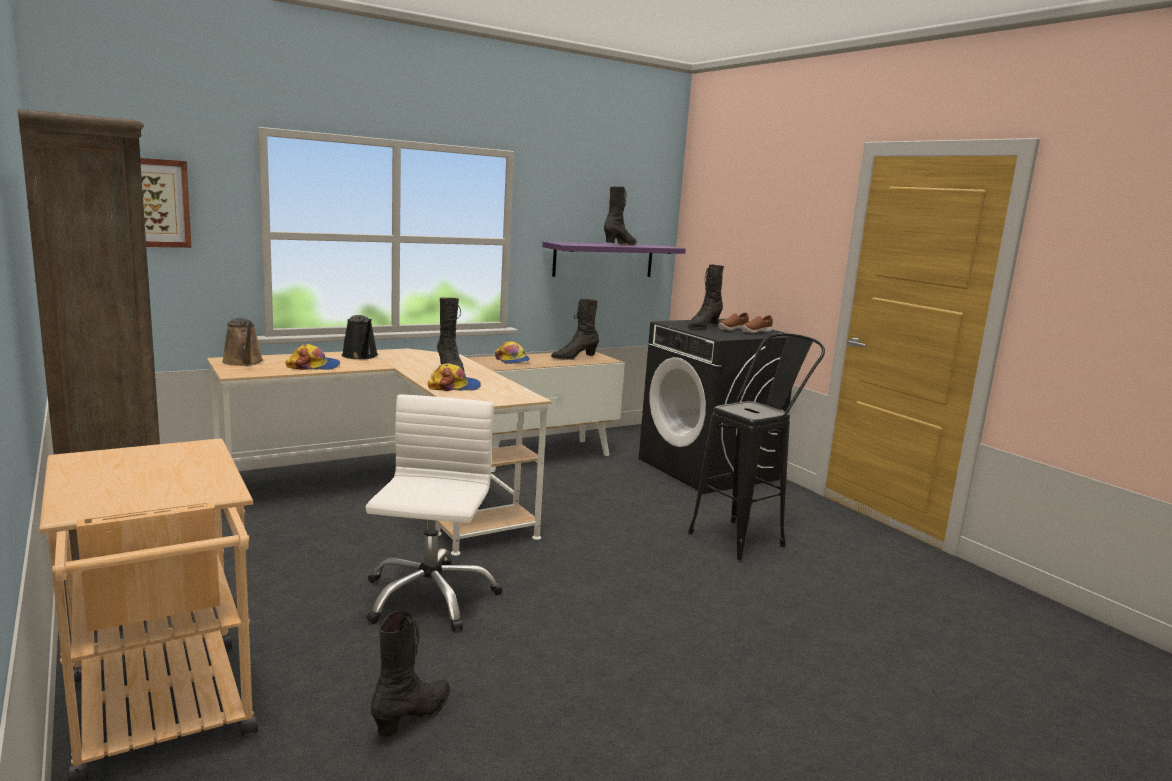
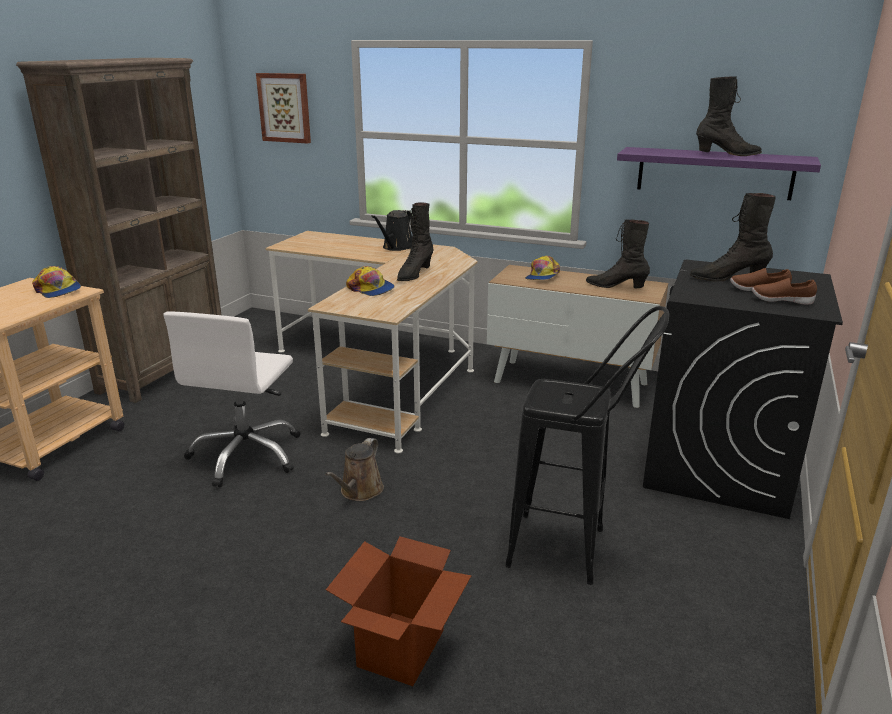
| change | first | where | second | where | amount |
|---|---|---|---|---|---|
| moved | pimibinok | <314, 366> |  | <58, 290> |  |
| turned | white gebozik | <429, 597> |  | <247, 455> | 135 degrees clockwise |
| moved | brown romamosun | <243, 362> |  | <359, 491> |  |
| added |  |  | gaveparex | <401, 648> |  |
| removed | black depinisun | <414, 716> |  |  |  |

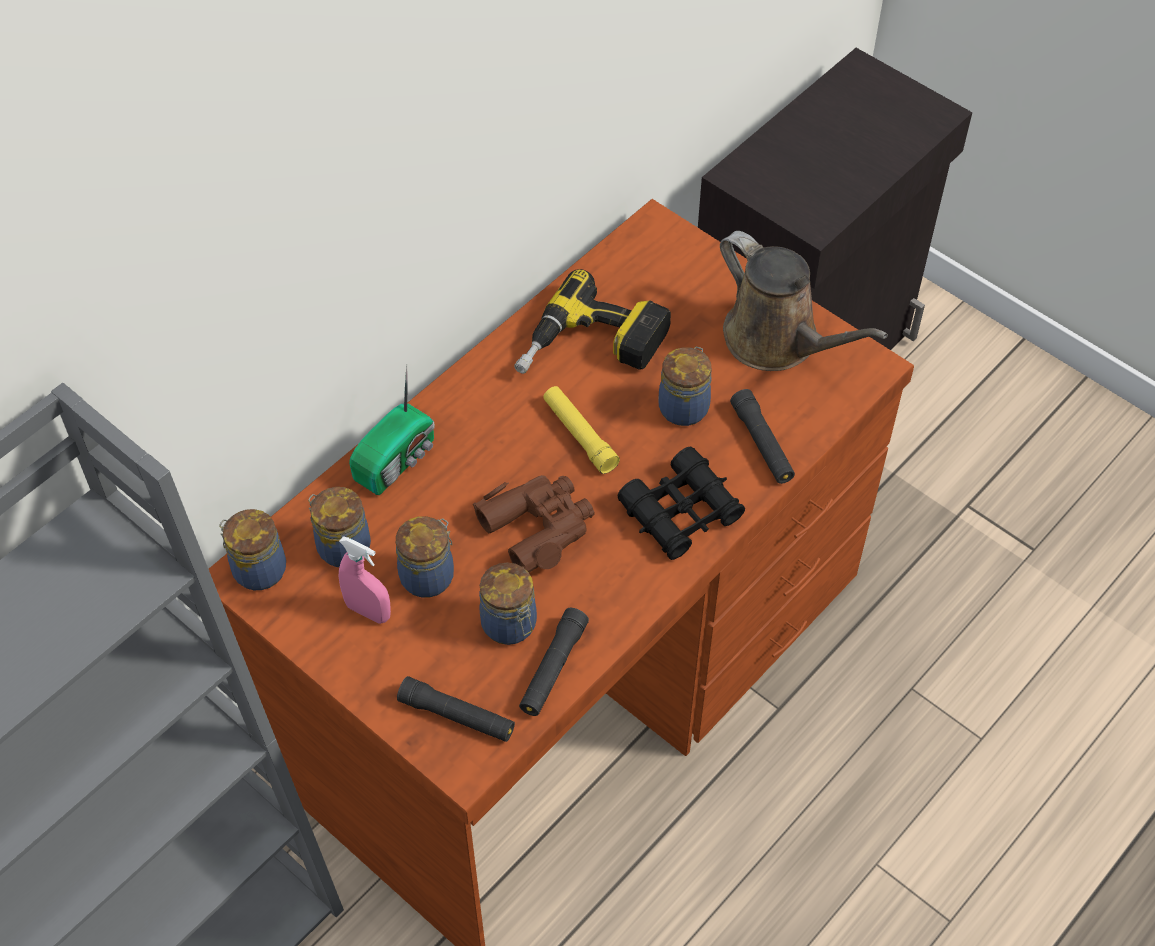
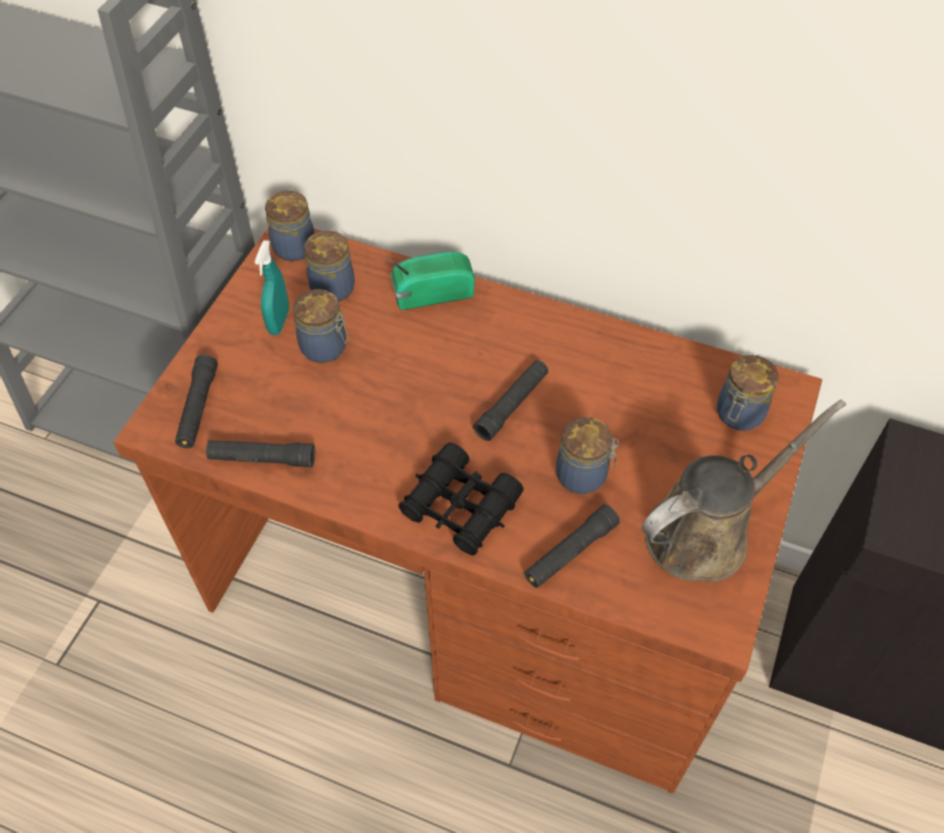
| change | first | where | second | where | amount |
|---|---|---|---|---|---|
| recoloured | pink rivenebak | <368, 611> | turquoise rivenebak | <279, 321> |  |
| turned | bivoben | <398, 459> |  | <430, 293> | 150 degrees clockwise |
| recoloured | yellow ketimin | <579, 435> | black ketimin | <512, 405> |  |
| turned | brown romamosun | <778, 341> |  | <706, 532> | 150 degrees counterclockwise |
| moved | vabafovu | <510, 626> |  | <738, 415> |  |
| removed | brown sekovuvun | <538, 526> |  |  |  |
| removed | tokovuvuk | <591, 349> |  |  |  |

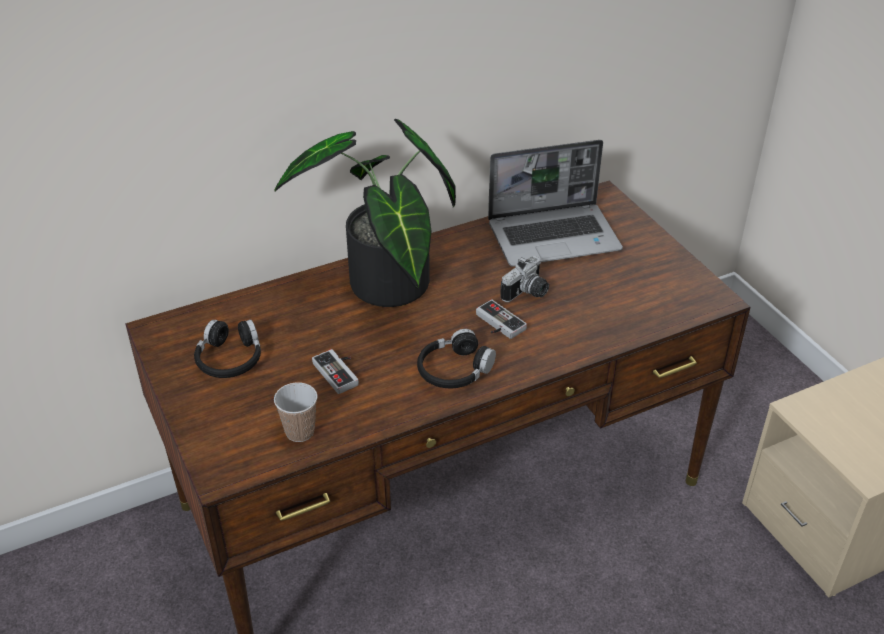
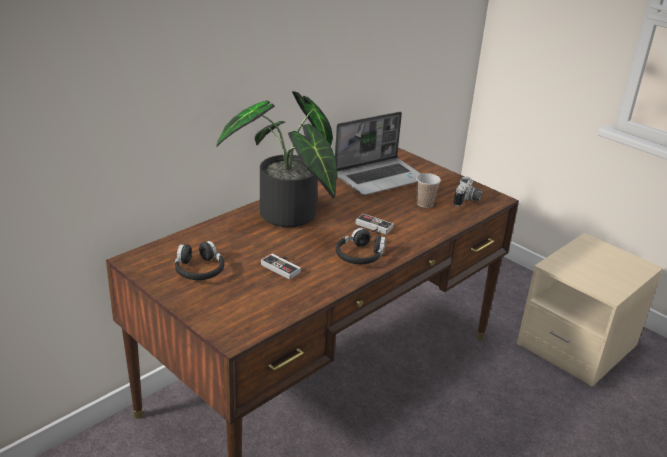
| change | first | where | second | where | amount |
|---|---|---|---|---|---|
| moved | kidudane | <300, 432> |  | <425, 203> |  |
| moved | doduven | <527, 293> |  | <468, 200> |  |

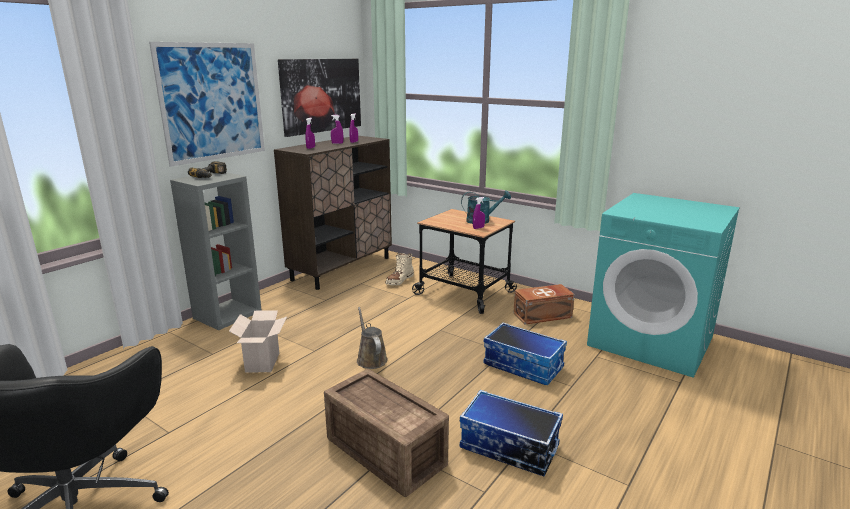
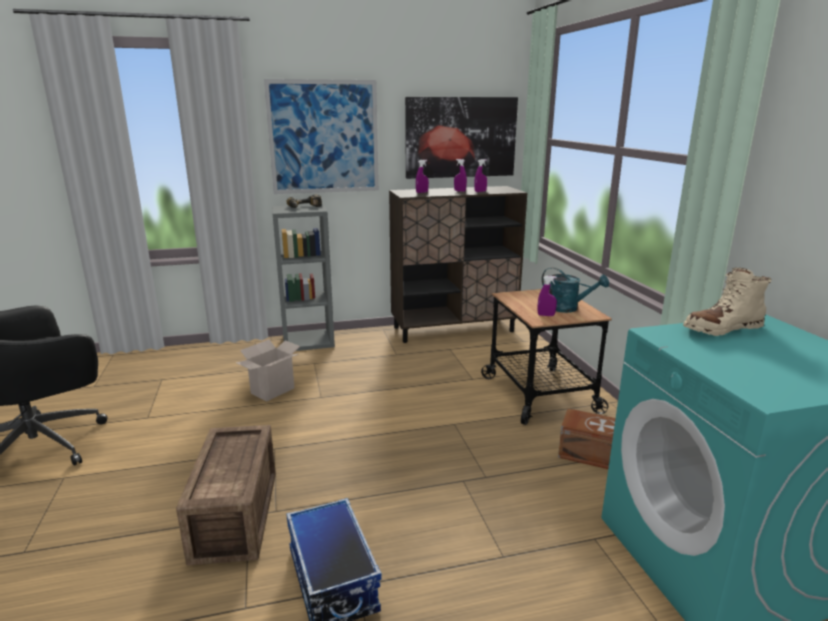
| change | first | where | second | where | amount |
|---|---|---|---|---|---|
| moved | beige depinisun | <399, 280> |  | <722, 329> |  |
| removed | brown romamosun | <371, 359> |  |  |  |
| removed | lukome | <524, 366> |  |  |  |

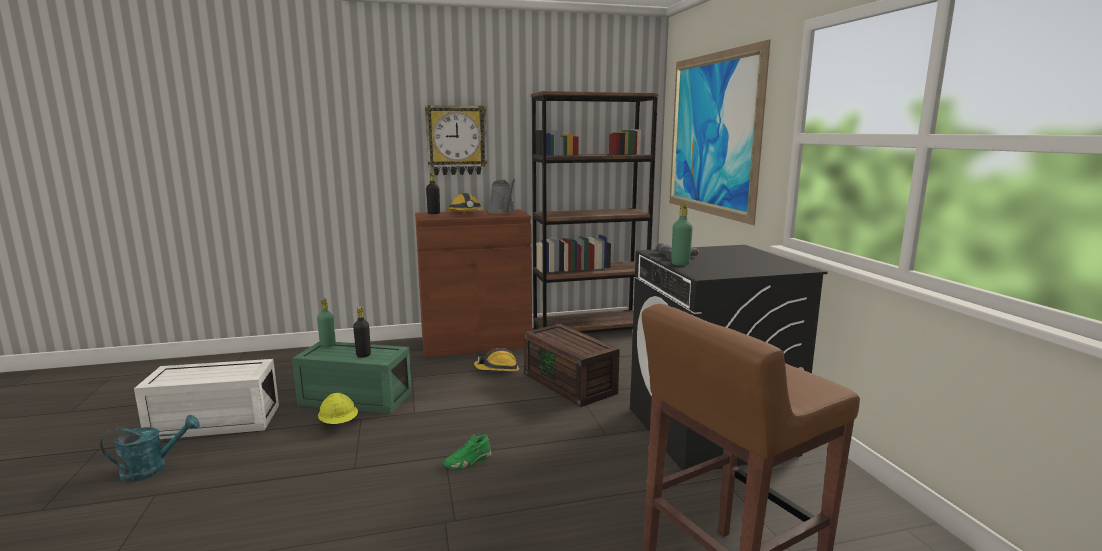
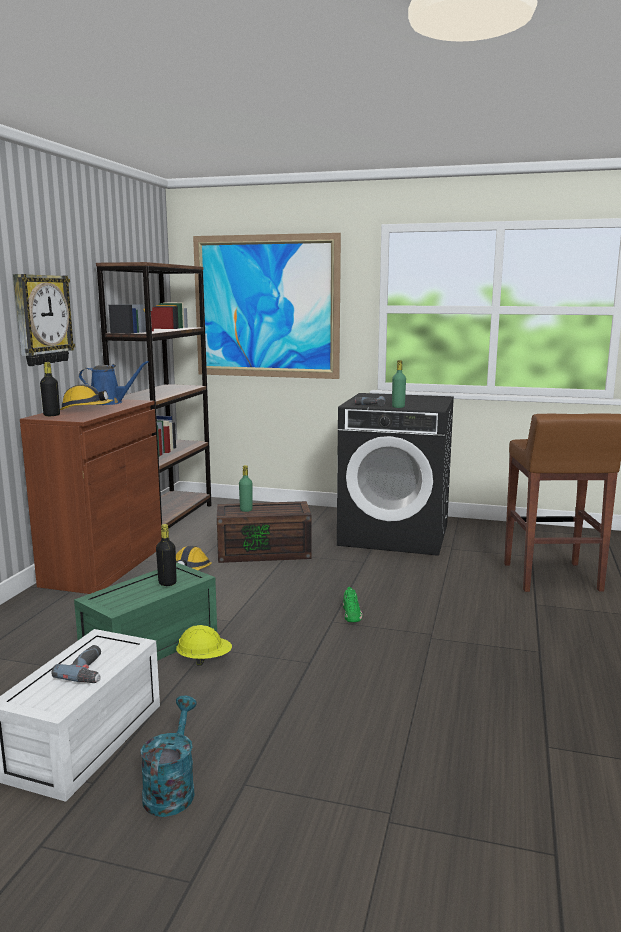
| change | first | where | second | where | amount |
|---|---|---|---|---|---|
| added |  |  | tokovuvuk | <89, 671> |  |
| recoloured | grey romamosun | <502, 212> | blue romamosun | <109, 402> |  |
| moved | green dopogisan | <328, 345> |  | <246, 510> |  |

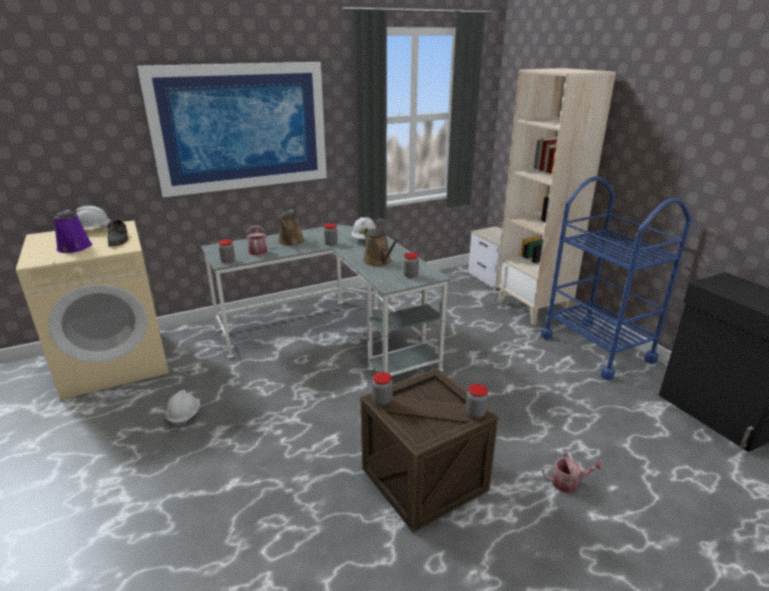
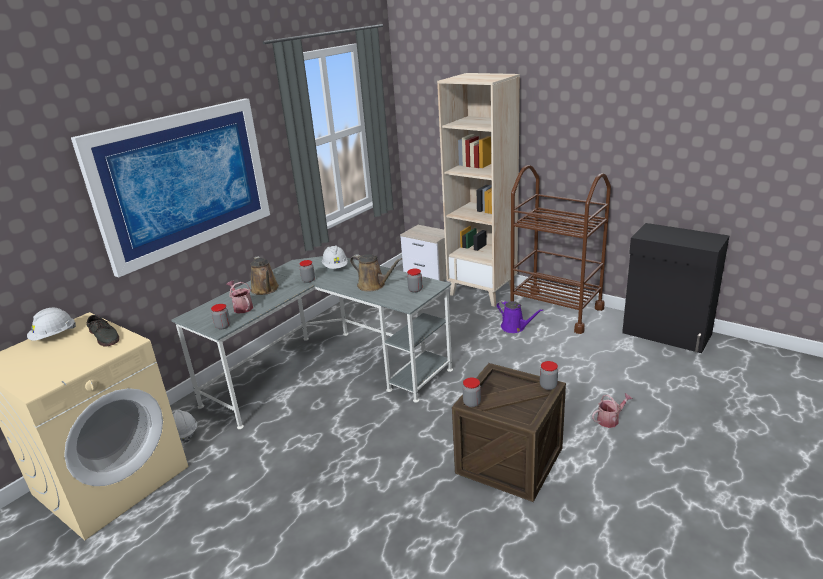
| change | first | where | second | where | amount |
|---|---|---|---|---|---|
| moved | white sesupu | <184, 416> |  | <183, 433> |  |
| moved | purple romamosun | <74, 248> |  | <515, 327> |  |
| recoloured | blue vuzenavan | <596, 348> | brown vuzenavan | <555, 311> |  |

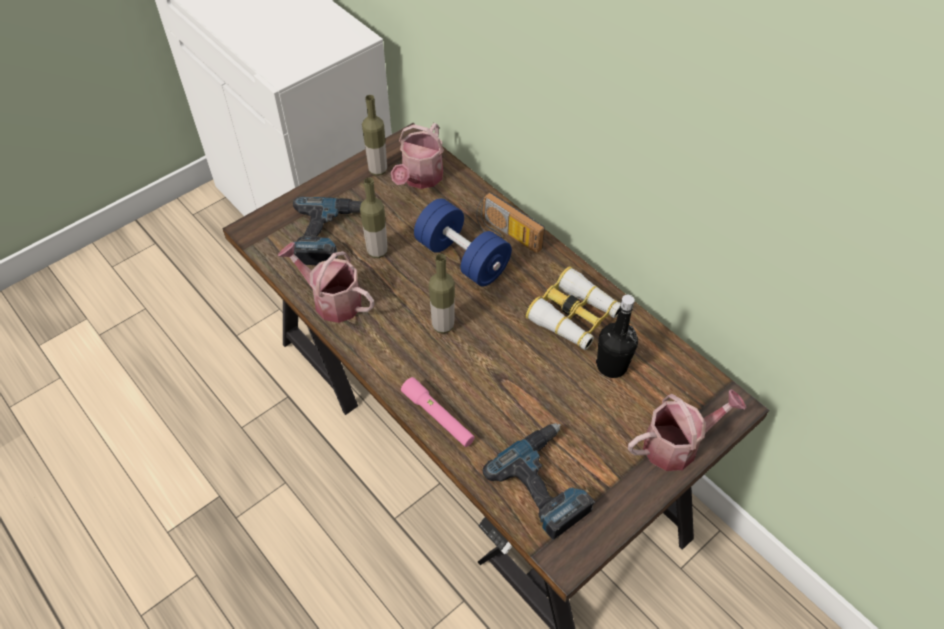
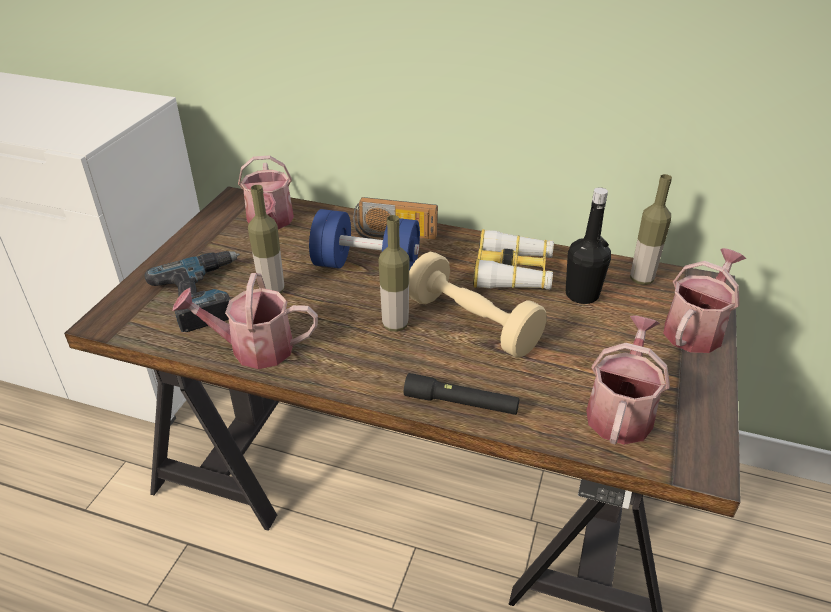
| change | first | where | second | where | amount |
|---|---|---|---|---|---|
| recoloured | pink ketimin | <438, 417> | black ketimin | <461, 403> |  |
| added |  |  | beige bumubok | <472, 323> |  |
| replaced | tokovuvuk | <547, 483> | romamosun | <621, 411> |  |
| moved | dopogisan | <378, 170> |  | <641, 279> |  |

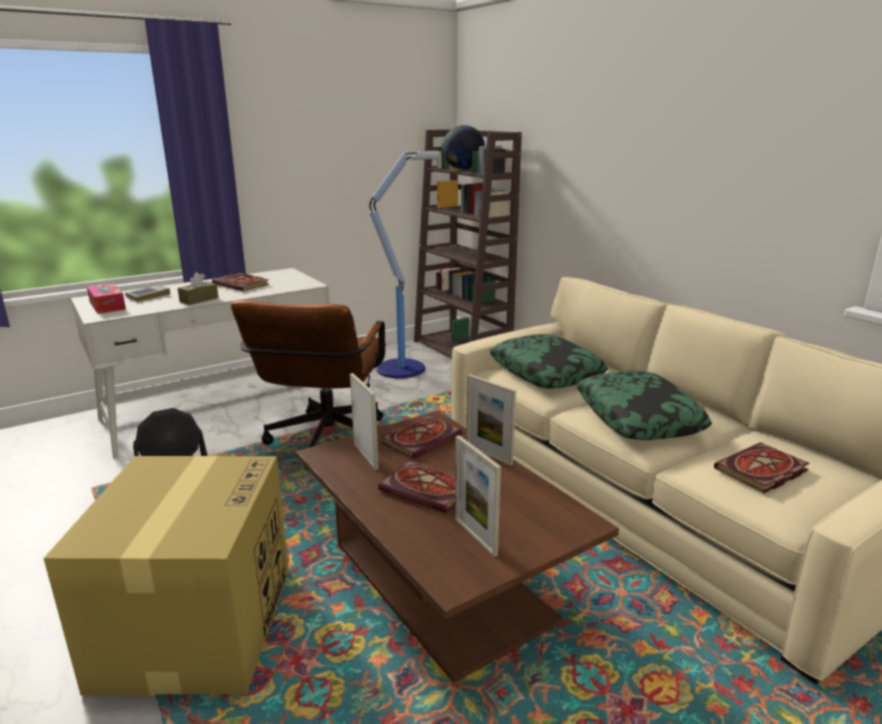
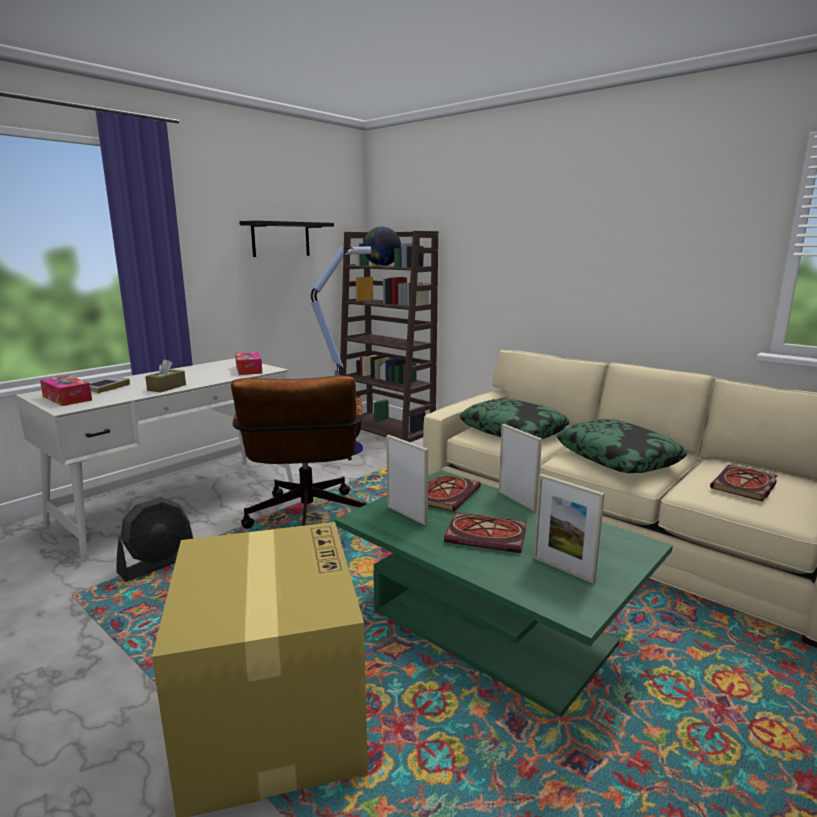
| change | first | where | second | where | amount |
|---|---|---|---|---|---|
| added |  |  | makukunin | <249, 369> |  |
| added |  |  | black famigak | <281, 239> |  |
| recoloured | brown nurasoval | <441, 582> | green nurasoval | <491, 628> |  |
| turned | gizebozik | <489, 455> |  | <517, 501> | 150 degrees counterclockwise |
| removed | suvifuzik | <243, 284> |  |  |  |

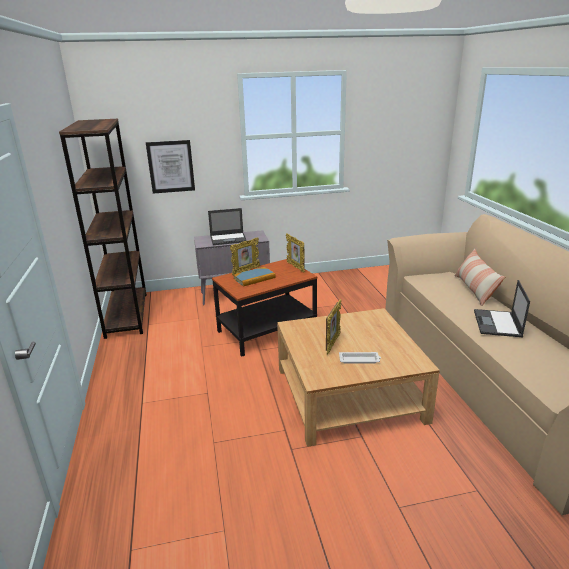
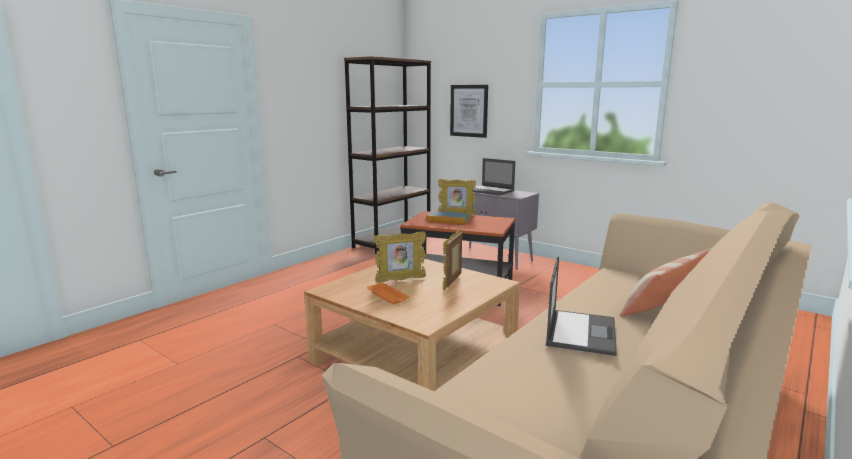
| change | first | where | second | where | amount |
|---|---|---|---|---|---|
| recoloured | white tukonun | <360, 360> | orange tukonun | <388, 296> |  |
| moved | gizebozik | <295, 267> |  | <452, 282> |  |
| turned | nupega | <497, 324> |  | <581, 332> | 135 degrees clockwise |

